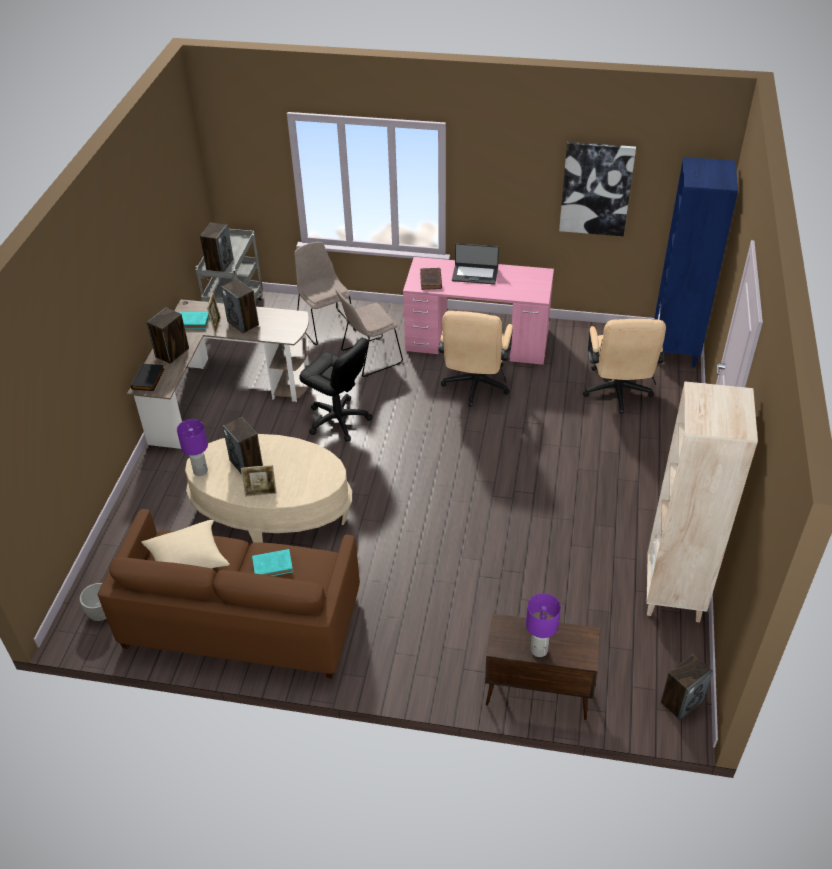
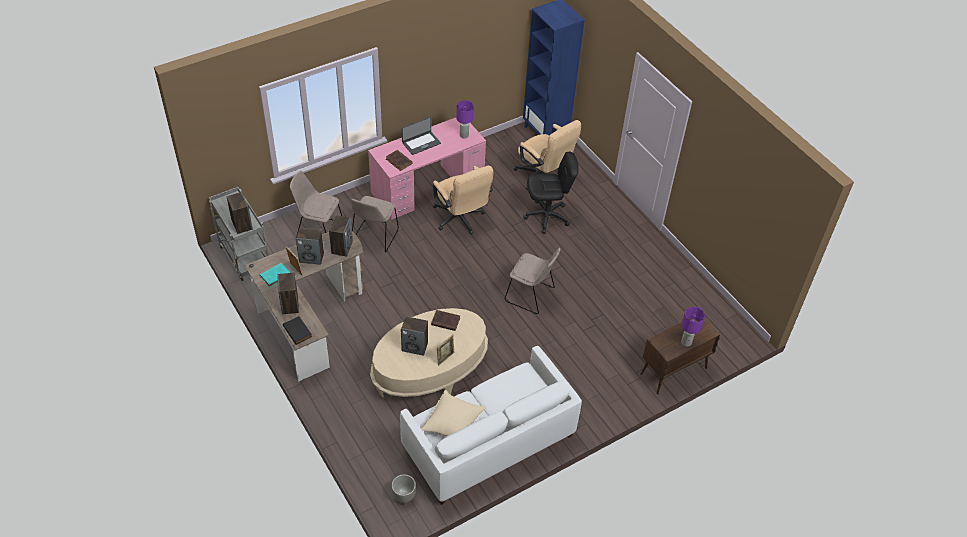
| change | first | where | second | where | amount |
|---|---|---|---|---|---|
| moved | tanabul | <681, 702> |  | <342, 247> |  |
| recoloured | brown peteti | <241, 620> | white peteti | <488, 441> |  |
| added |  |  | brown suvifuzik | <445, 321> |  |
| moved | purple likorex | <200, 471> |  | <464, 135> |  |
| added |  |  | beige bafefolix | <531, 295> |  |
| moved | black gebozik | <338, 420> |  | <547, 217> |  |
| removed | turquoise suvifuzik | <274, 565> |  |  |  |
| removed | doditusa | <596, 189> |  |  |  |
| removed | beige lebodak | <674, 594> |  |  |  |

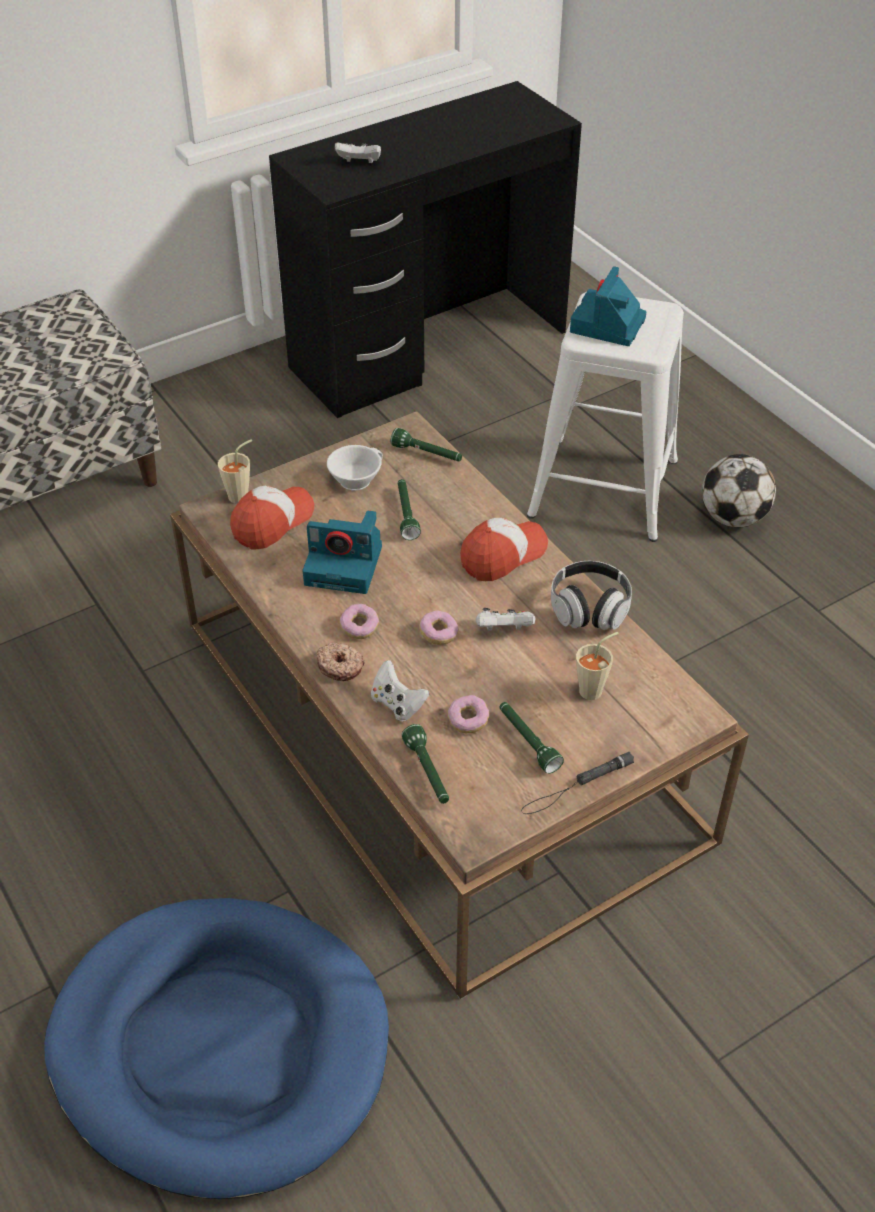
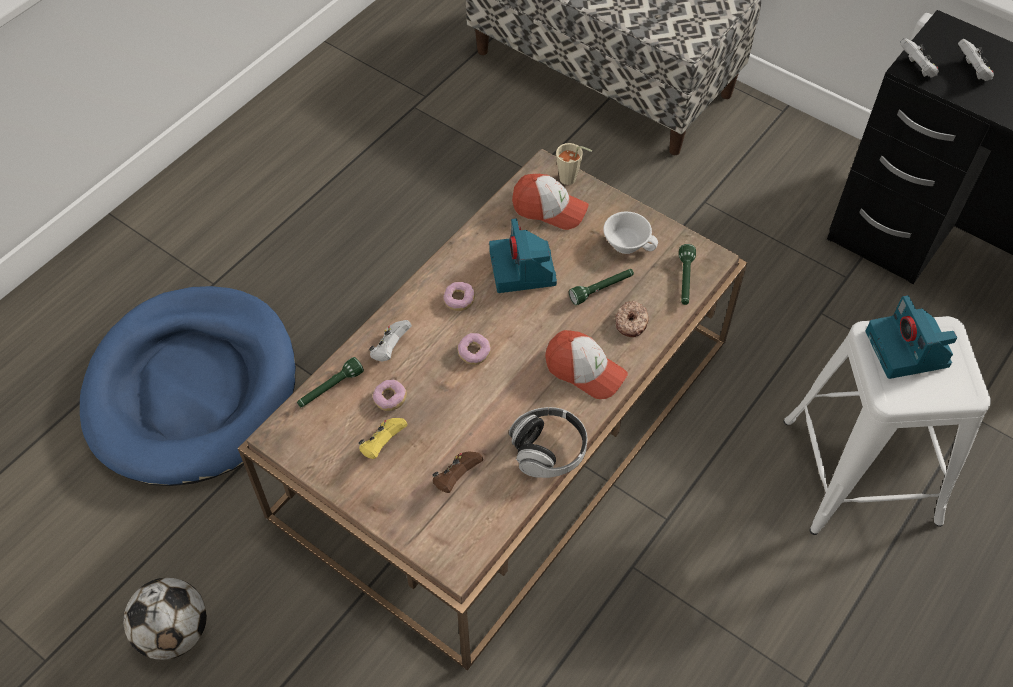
| change | first | where | second | where | amount |
|---|---|---|---|---|---|
| moved | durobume | <733, 518> |  | <174, 632> |  |
| replaced | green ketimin | <527, 741> | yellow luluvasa | <382, 445> |  |
| replaced | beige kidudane | <595, 689> | brown luluvasa | <456, 478> |  |
| moved | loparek | <340, 666> |  | <631, 323> |  |
| turned | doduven | <608, 326> |  | <908, 350> | 105 degrees counterclockwise |
| moved | white luluvasa | <504, 631> |  | <916, 69> |  |
| removed | black ketimin | <577, 786> |  |  |  |

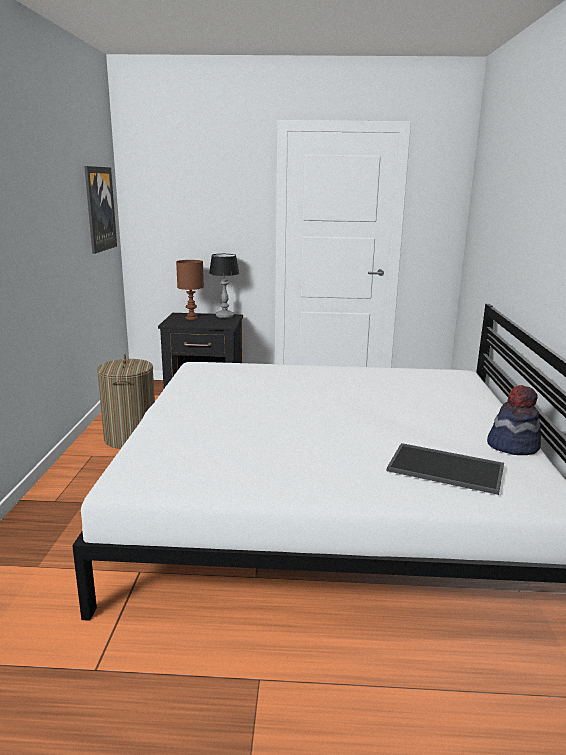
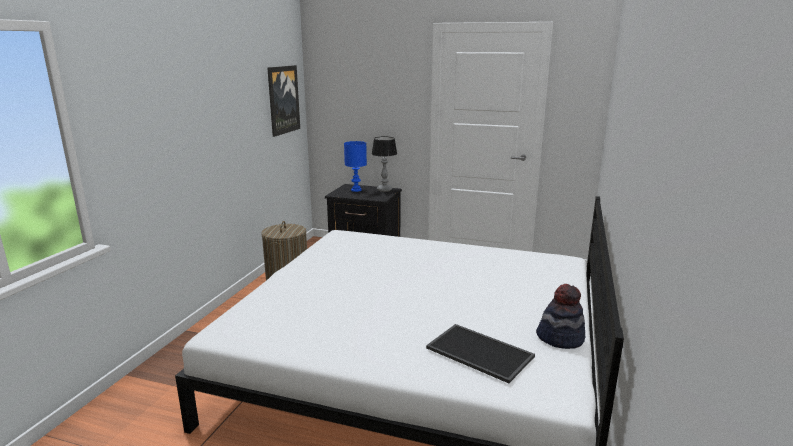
| change | first | where | second | where | amount |
|---|---|---|---|---|---|
| recoloured | brown likorex | <191, 318> | blue likorex | <355, 190> |  |

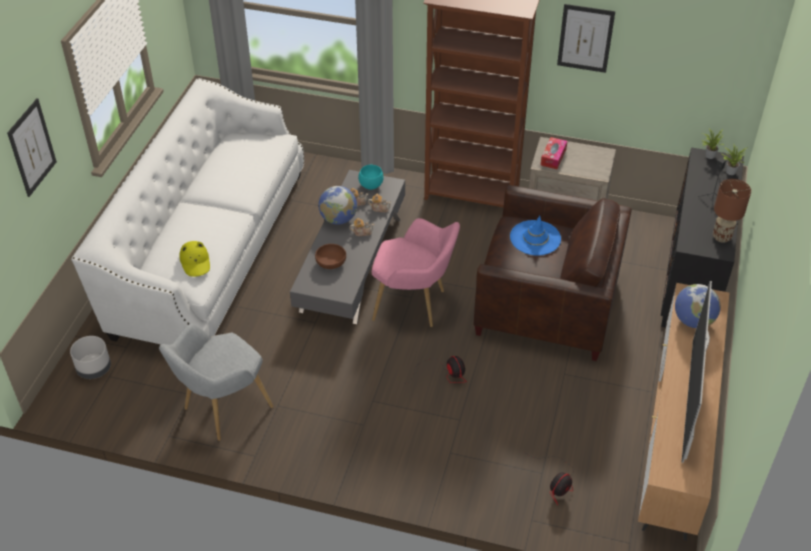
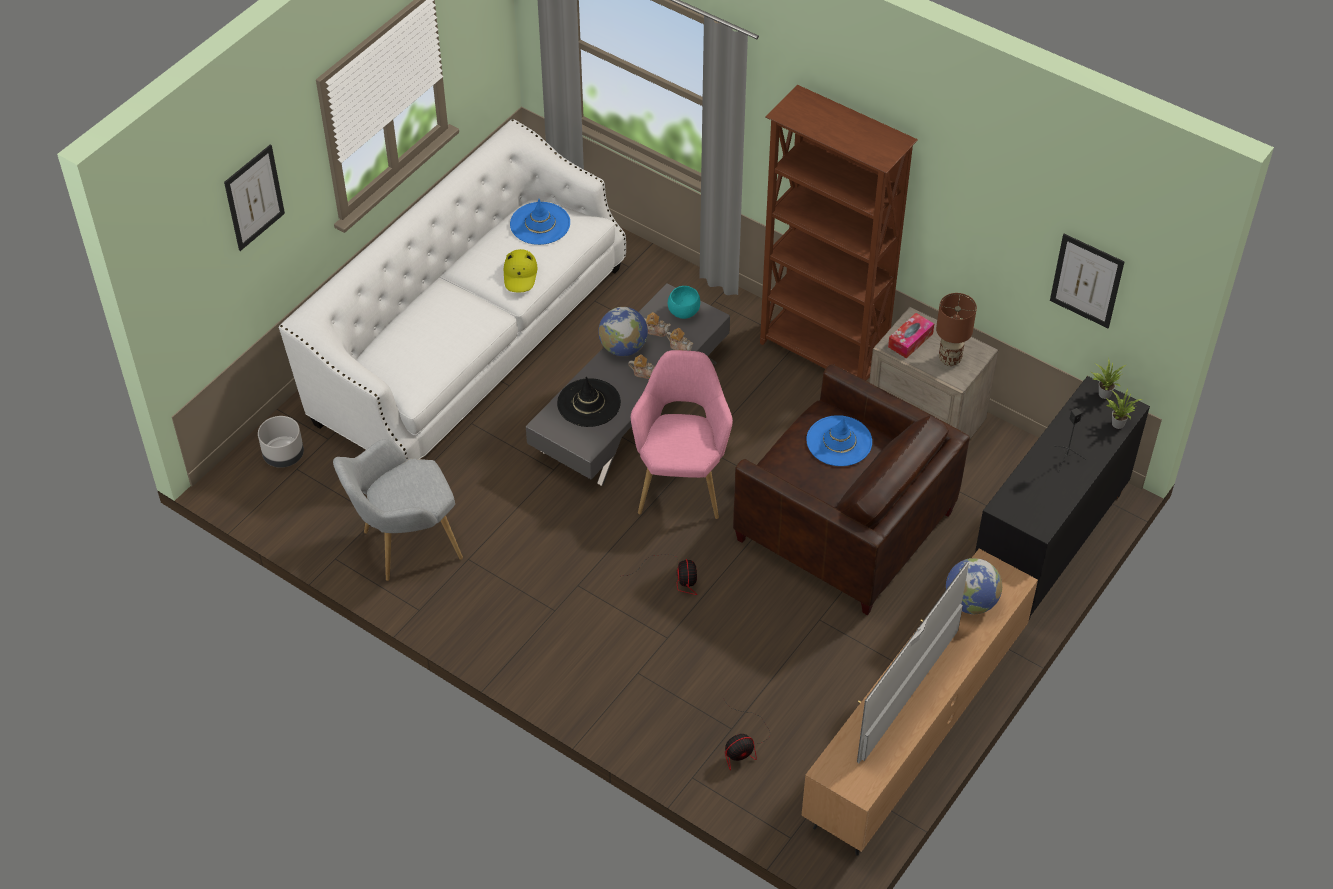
| change | first | where | second | where | amount |
|---|---|---|---|---|---|
| moved | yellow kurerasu | <195, 262> |  | <520, 275> |  |
| added |  |  | blue kurerasu | <540, 224> |  |
| replaced | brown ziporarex | <331, 263> | black kurerasu | <589, 403> |  |
| turned | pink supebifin | <414, 305> |  | <681, 481> | 120 degrees counterclockwise |
| moved | brown likorex | <721, 237> |  | <949, 359> |  |
| moved | doditusa | <585, 38> |  | <1086, 280> |  |

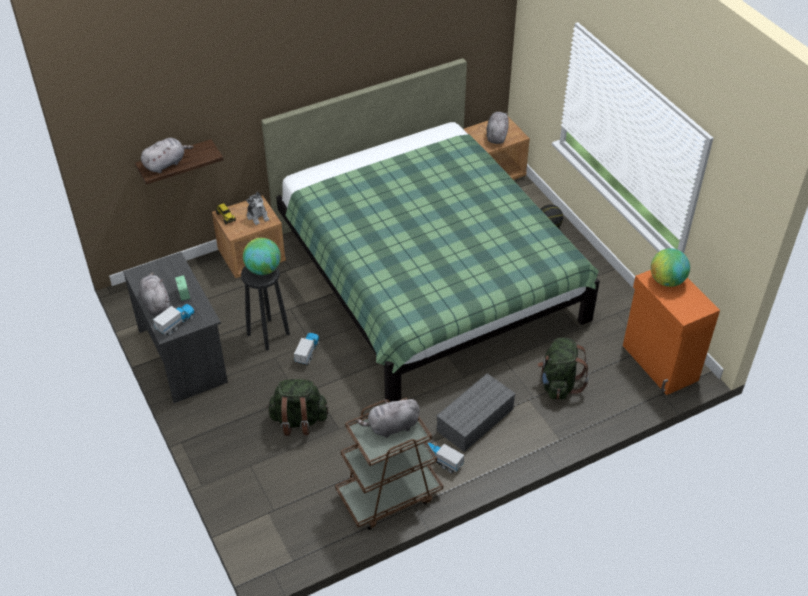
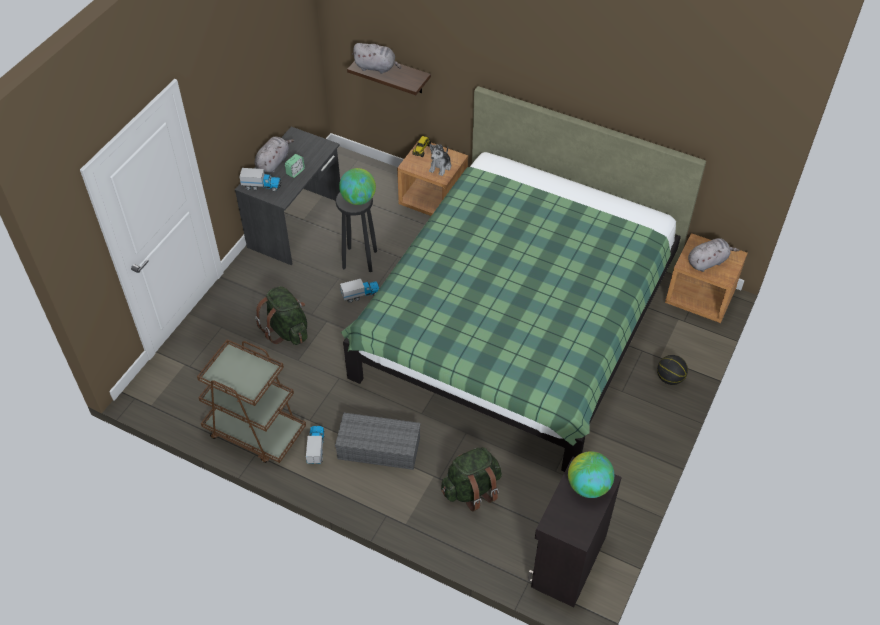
| change | first | where | second | where | amount |
|---|---|---|---|---|---|
| recoloured | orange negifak | <659, 363> | black negifak | <567, 561> |  |
| removed | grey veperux | <391, 427> |  |  |  |

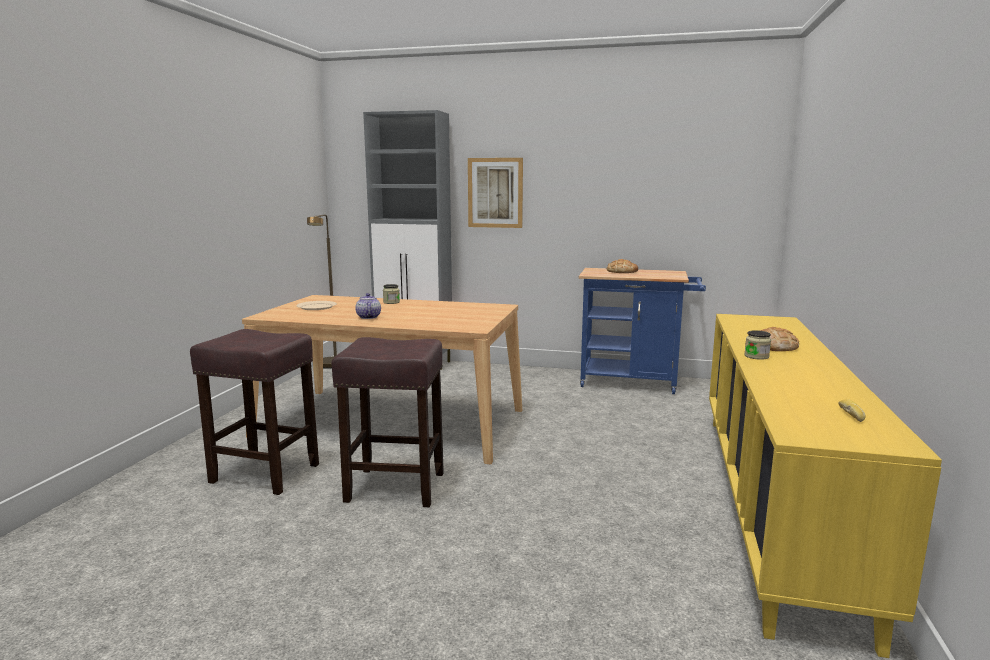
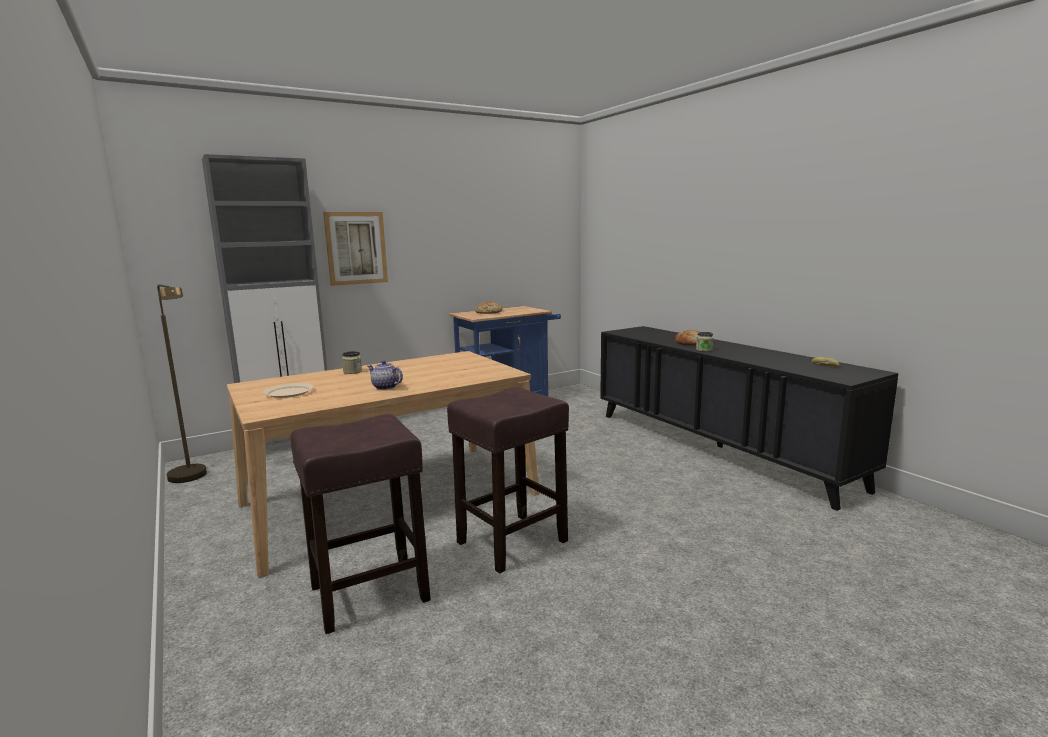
| change | first | where | second | where | amount |
|---|---|---|---|---|---|
| recoloured | yellow negifak | <773, 503> | black negifak | <716, 447> |  |

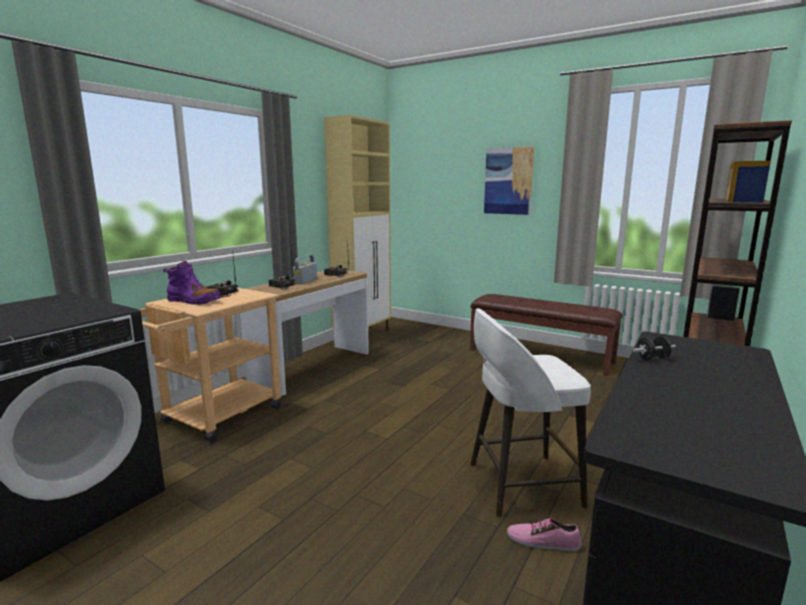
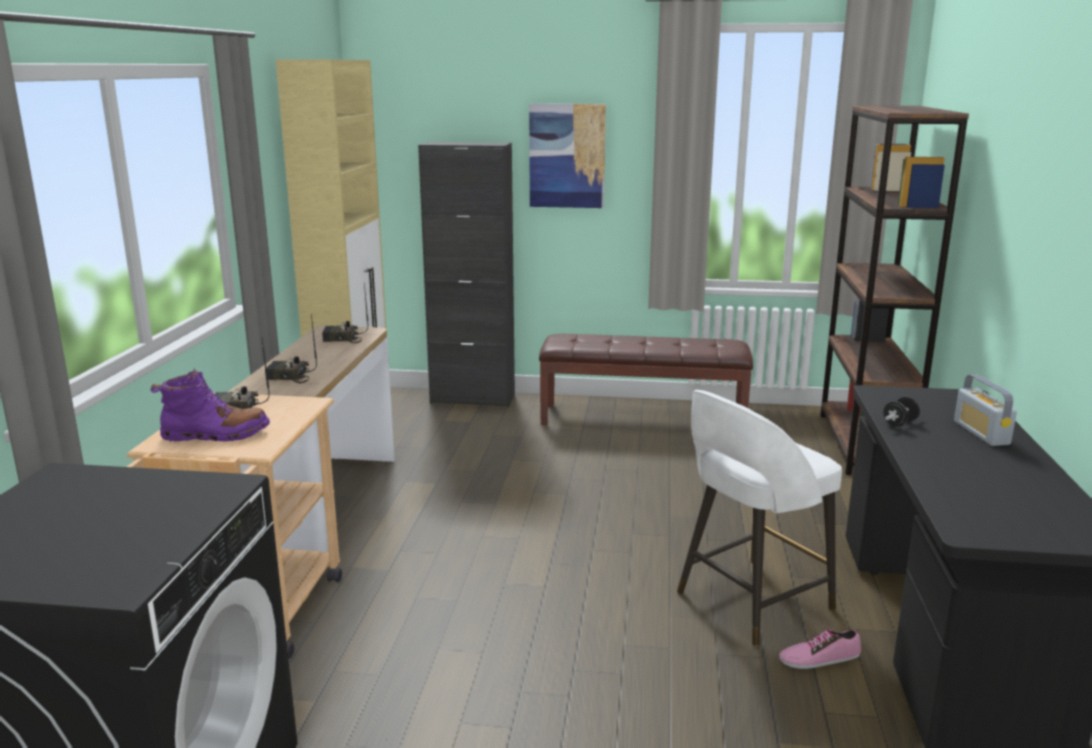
| change | first | where | second | where | amount |
|---|---|---|---|---|---|
| added |  |  | black negifak | <472, 399> |  |
| moved | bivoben | <305, 281> |  | <981, 433> |  |

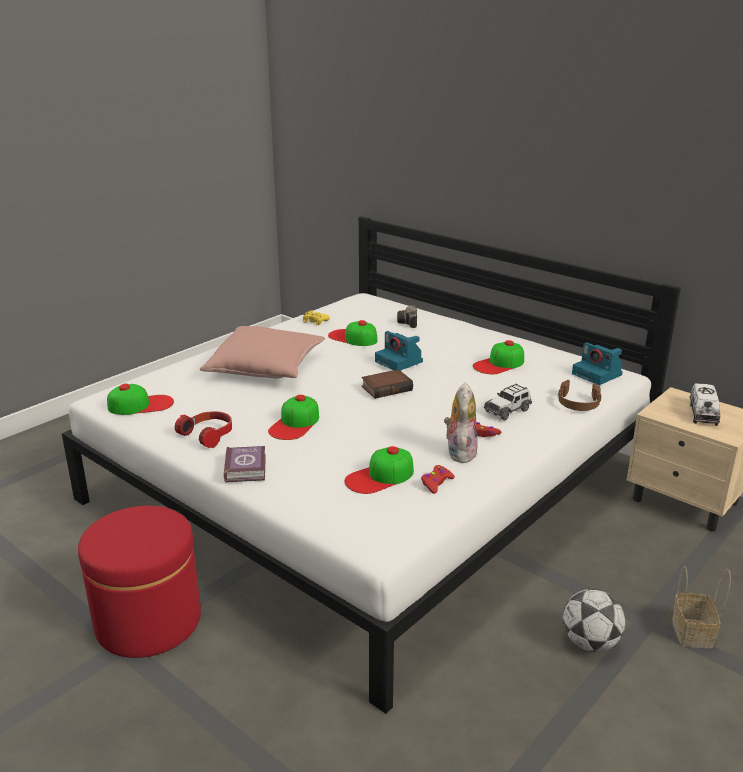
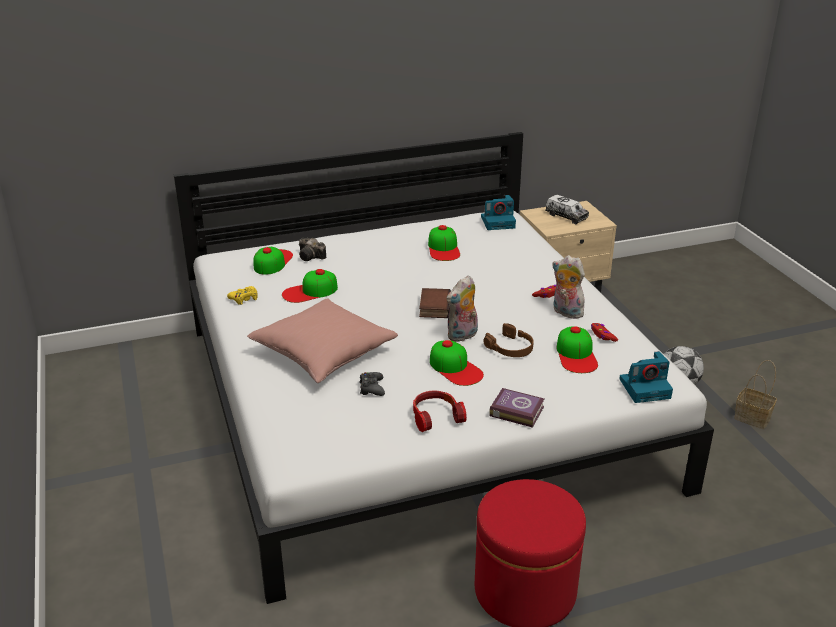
| change | first | where | second | where | amount |
|---|---|---|---|---|---|
| moved | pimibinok | <141, 405> |  | <272, 261> |  |
| added |  |  | black luluvasa | <371, 388> |  |
| added |  |  | veperux | <462, 336> |  |
| moved | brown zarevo | <578, 403> |  | <510, 348> |  |
| moved | doduven | <400, 362> |  | <645, 388> |  |
| moved | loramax | <693, 634> |  | <753, 418> |  |
| removed | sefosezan | <508, 410> |  |  |  |

